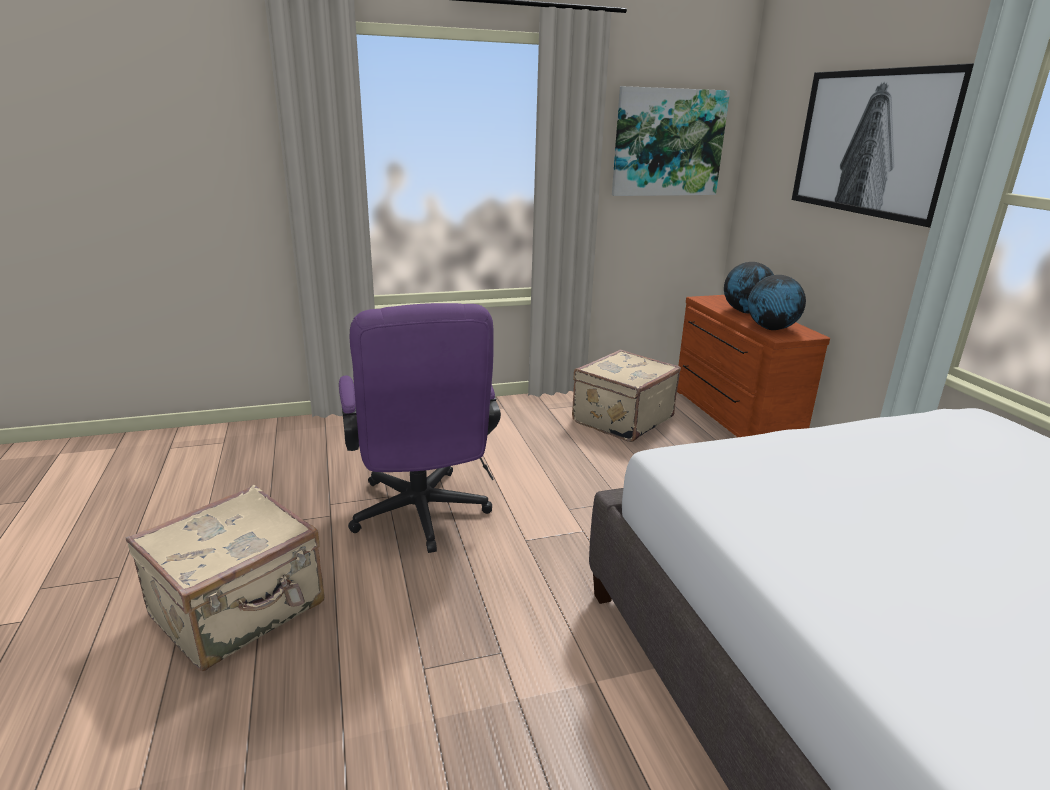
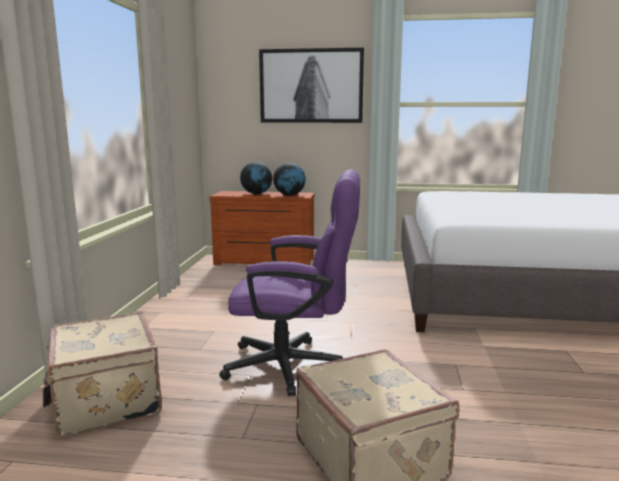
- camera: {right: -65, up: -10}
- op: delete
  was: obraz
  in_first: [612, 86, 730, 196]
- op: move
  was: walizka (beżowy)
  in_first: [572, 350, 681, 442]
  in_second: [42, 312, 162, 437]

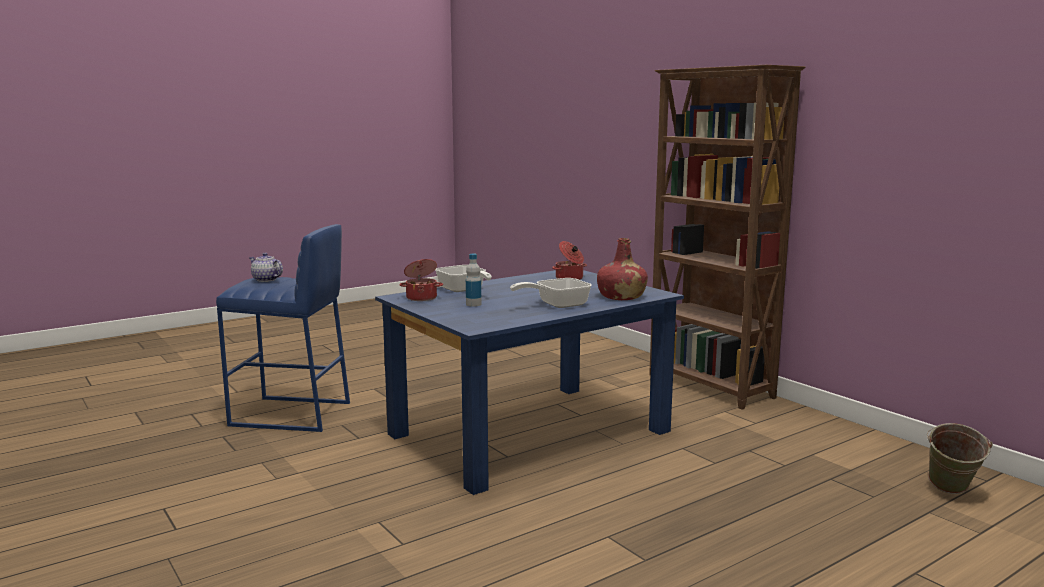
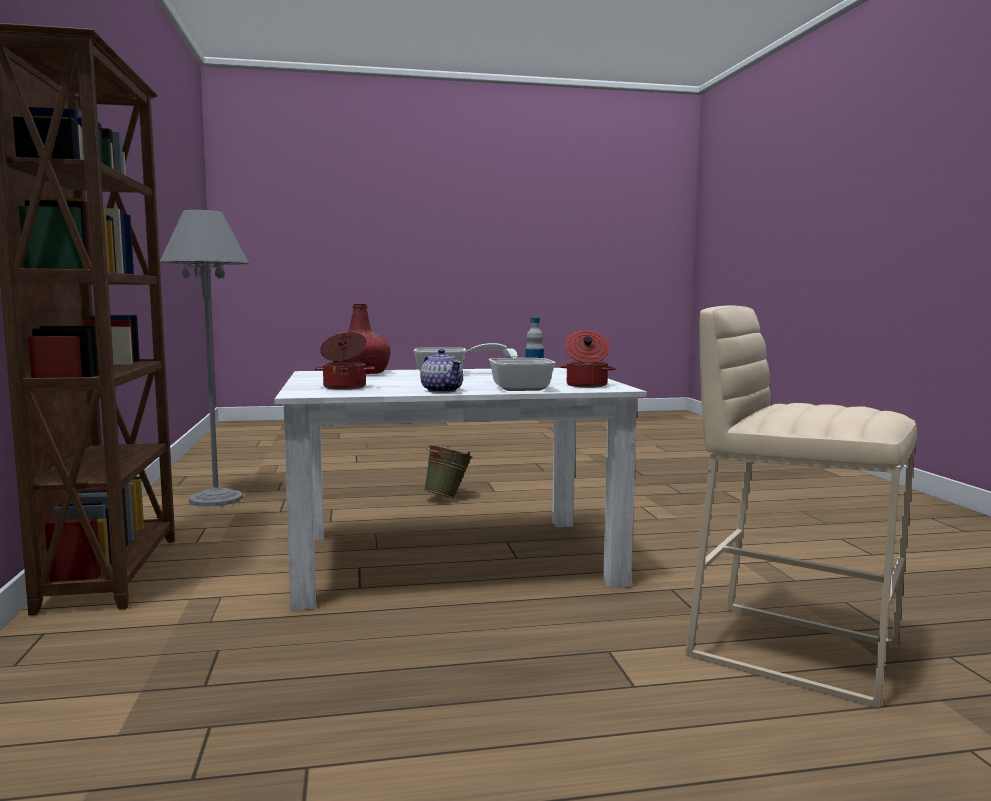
- camera: {right: -155, up: -5}
- op: recolor
  was: stołek (niebieski)
  now: stołek (beżowy)
  in_first: [216, 224, 350, 432]
  in_second: [685, 305, 917, 709]
- op: move
  was: imbryk
  in_first: [249, 253, 283, 282]
  in_second: [420, 349, 463, 393]
- op: recolor
  was: stół jadalny (niebieski)
  now: stół jadalny (biały)
  in_first: [375, 270, 684, 495]
  in_second: [275, 368, 647, 611]
- op: move
  was: wiadro (zielony)
  in_first: [927, 423, 993, 494]
  in_second: [424, 445, 473, 498]
- op: insert
  now: lampa stojąca (szary)
  in_second: [160, 210, 250, 507]

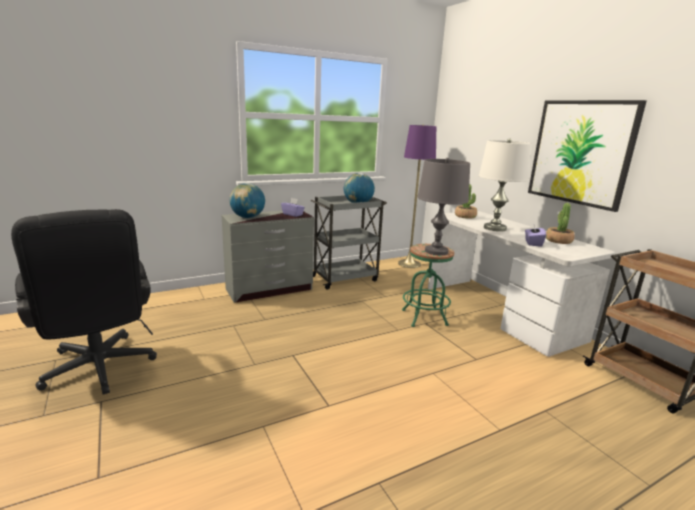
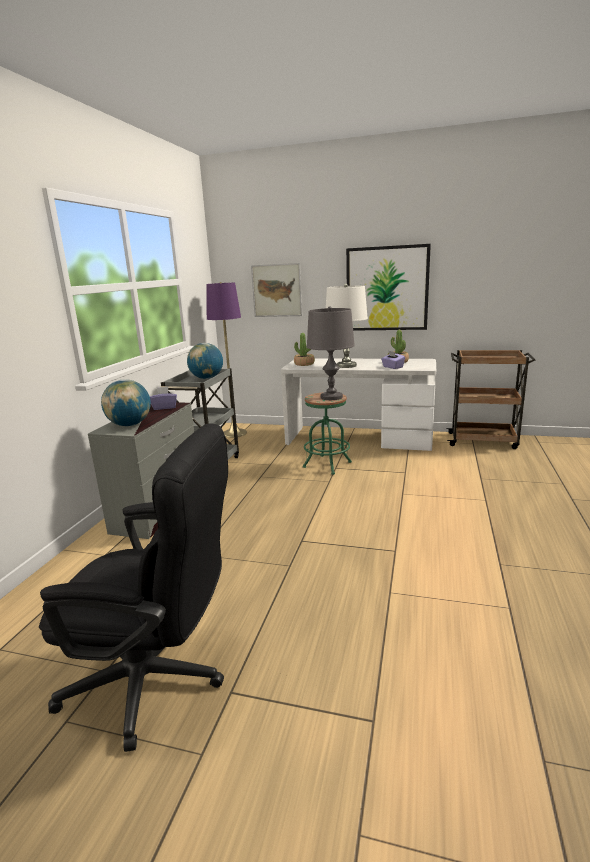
- camera: {right: -45, up: 0}
- op: insert
  now: obraz
  in_second: [251, 263, 302, 317]

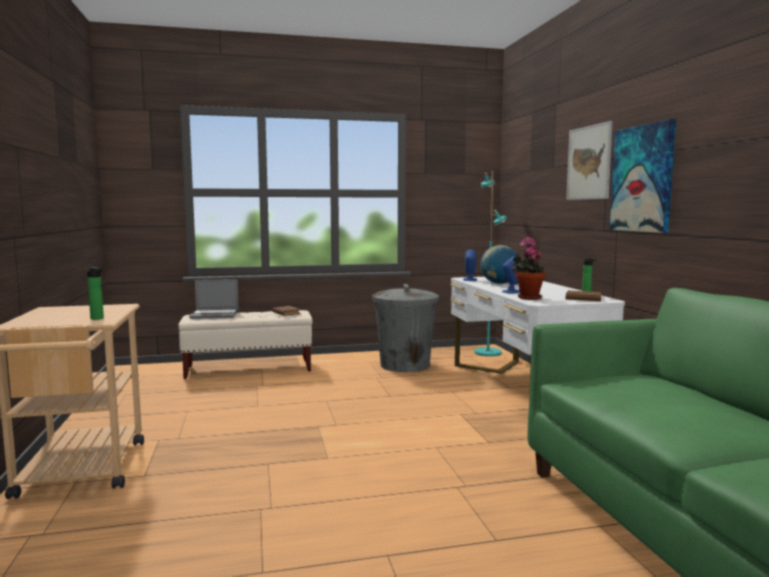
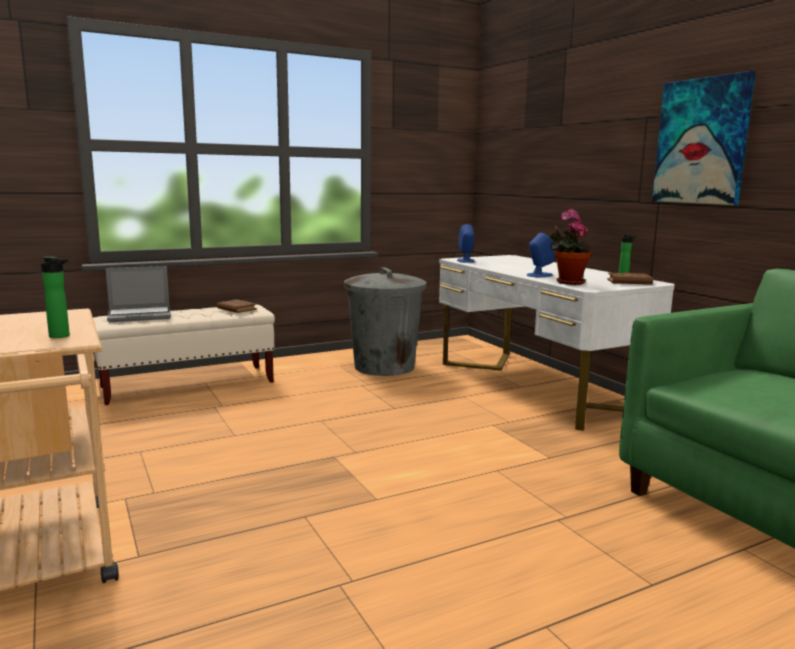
- camera: {right: -15, up: 5}
- op: delete
  was: obraz
  in_first: [566, 121, 613, 200]
- op: delete
  was: lampa stojąca (turkusowy)
  in_first: [474, 171, 508, 356]
- op: delete
  was: globus
  in_first: [480, 245, 518, 284]

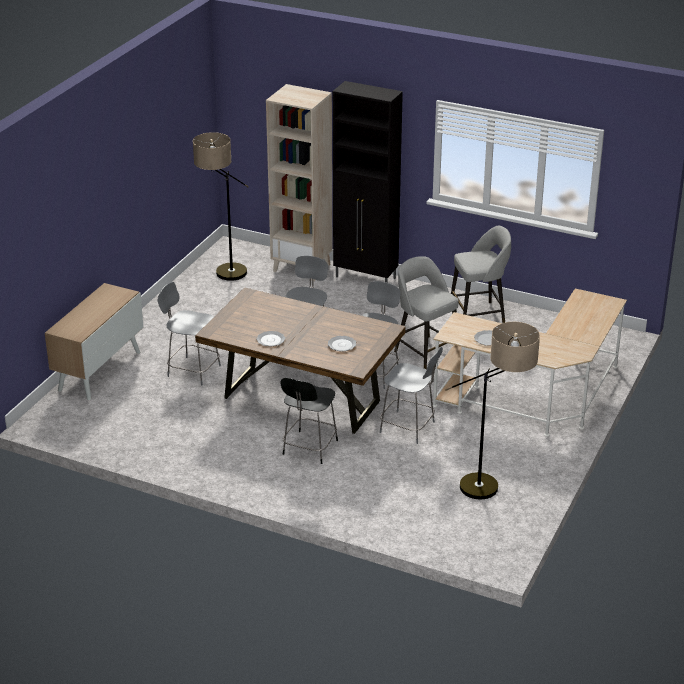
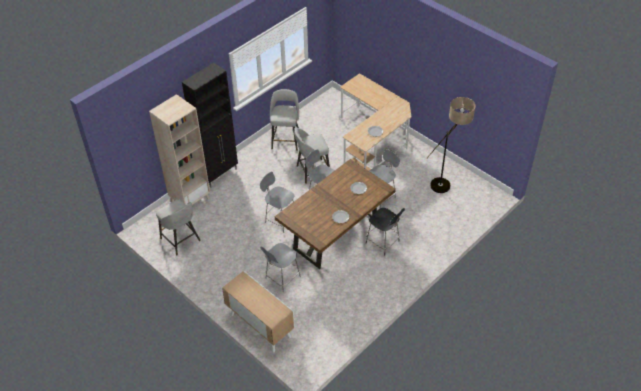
- camera: {right: -70, up: 15}
- op: replace
  was: lampa stojąca
  now: stołek (szary)
  in_first: [193, 132, 249, 281]
  in_second: [156, 199, 200, 255]

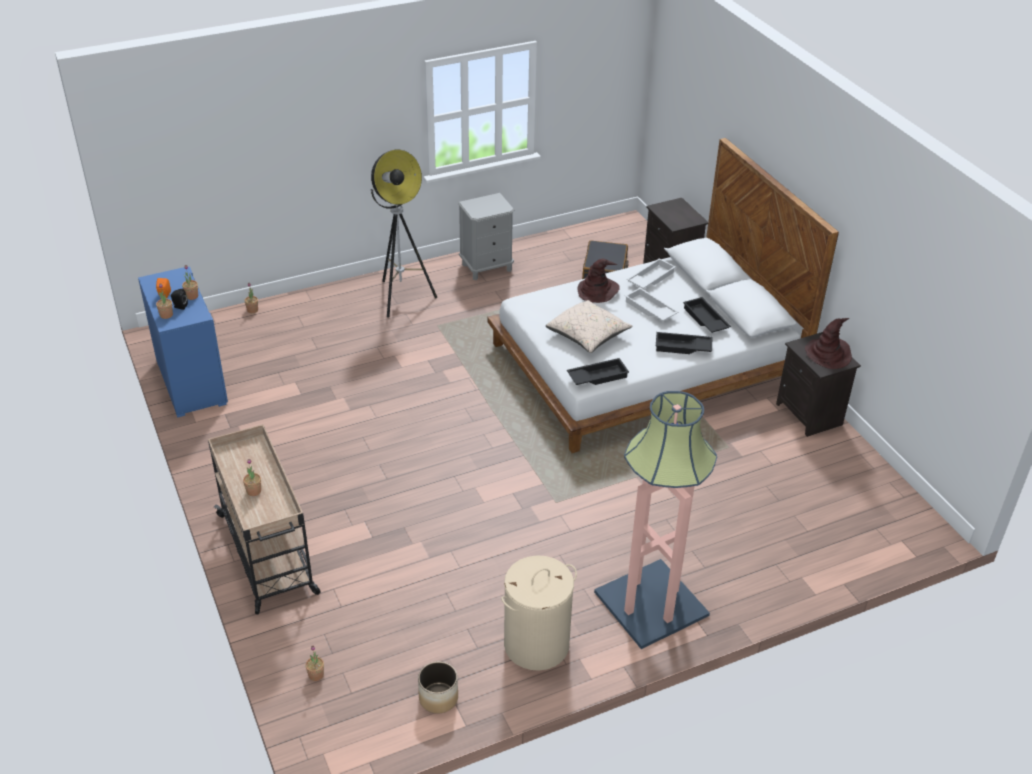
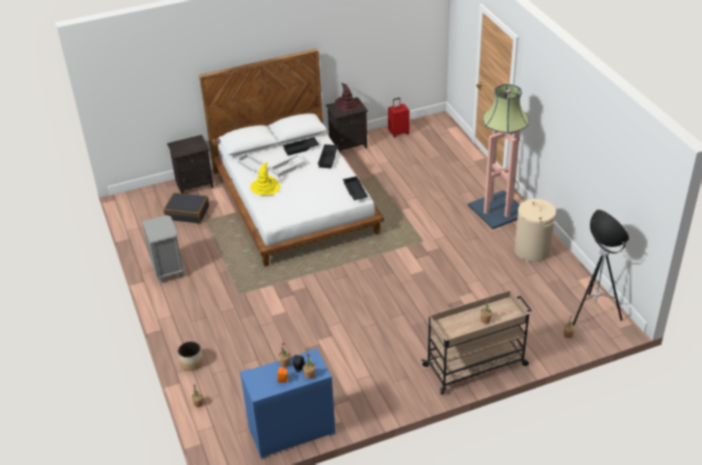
- camera: {right: -85, up: 0}
- op: move
  was: lampa stojąca
  in_first: [371, 150, 437, 317]
  in_second: [572, 209, 629, 326]
- op: recolor
  was: kapelusz (brązowy)
  now: kapelusz (żółty)
  in_first: [577, 259, 620, 303]
  in_second: [250, 162, 280, 195]
- op: delete
  was: poduszka (beżowy)
  in_first: [546, 300, 633, 353]
- op: move
  was: donica
  in_first: [418, 661, 458, 714]
  in_second: [178, 341, 203, 371]
- op: insert
  now: walizka (czerwony)
  in_second: [388, 98, 410, 138]

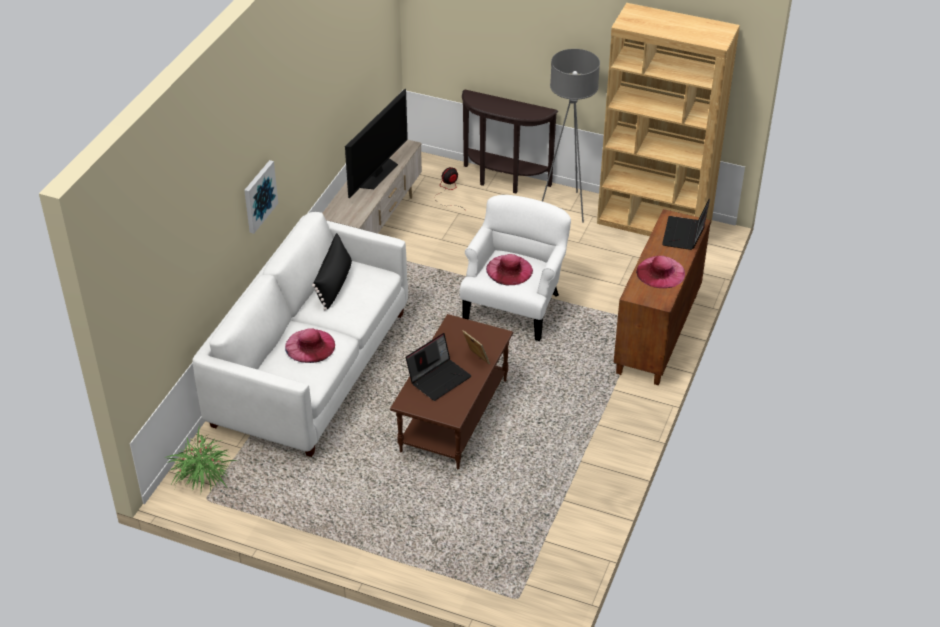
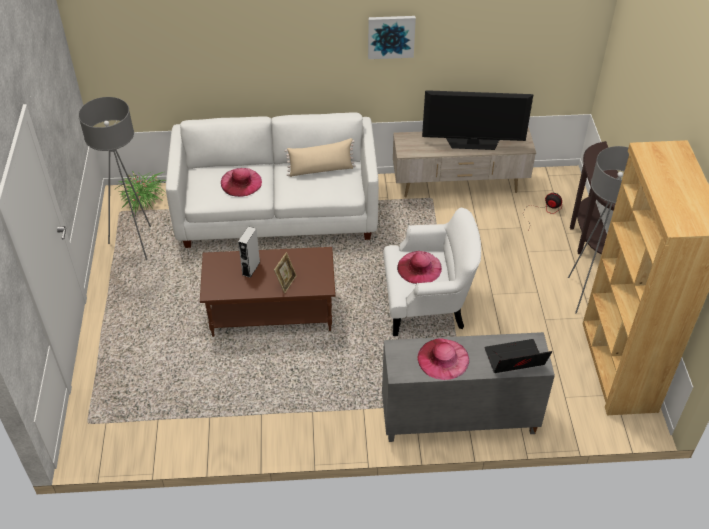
- camera: {right: 65, up: 5}
- op: move
  was: obraz
  in_first: [244, 160, 278, 234]
  in_second: [368, 16, 416, 59]
- op: recolor
  was: szafka (brązowy)
  now: szafka (szary)
  in_first: [614, 209, 711, 385]
  in_second: [382, 332, 555, 442]
- op: recolor
  was: poduszka (czarny)
  now: poduszka (beżowy)
  in_first: [312, 233, 352, 310]
  in_second: [285, 138, 356, 177]
- op: replace
  was: laptop
  now: głośnik (szary)
  in_first: [406, 333, 471, 401]
  in_second: [238, 226, 260, 278]
- op: insert
  now: lampa stojąca (szary)
  in_second: [78, 97, 151, 260]

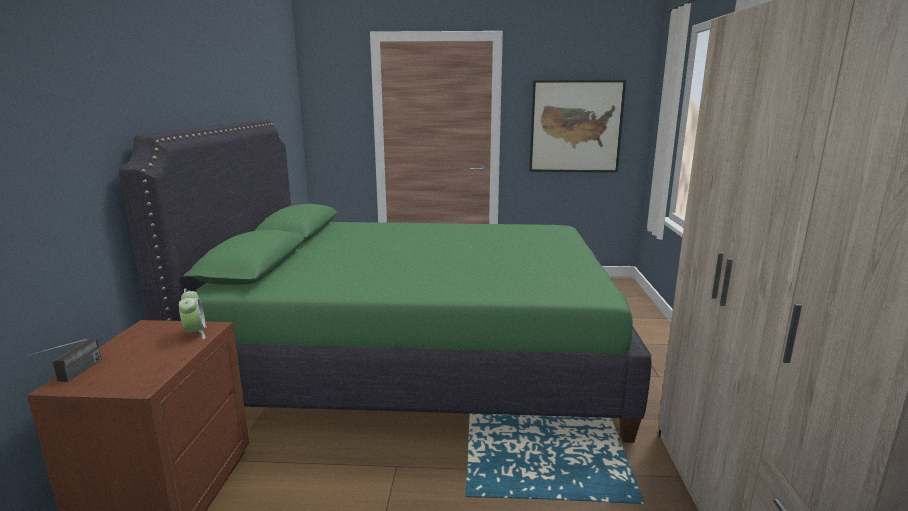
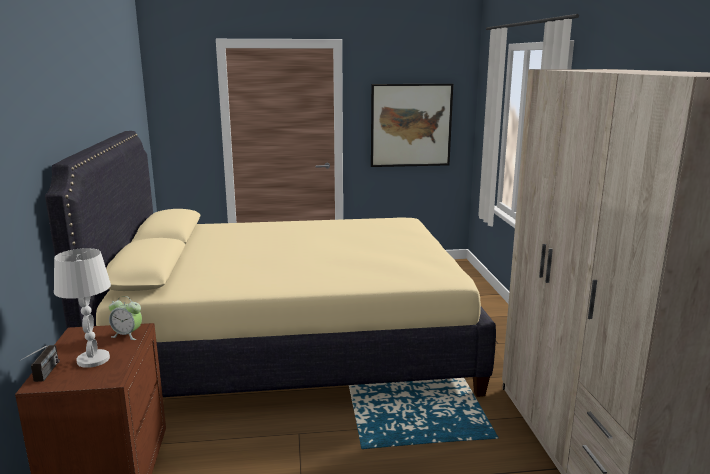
- camera: {right: -10, up: 0}
- op: recolor
  was: łóżko (zielony)
  now: łóżko (beżowy)
  in_first: [119, 120, 651, 443]
  in_second: [45, 131, 496, 397]
- op: rotate
  was: budzik
  in_first: [179, 288, 207, 339]
  in_second: [109, 296, 142, 340]
  clockwise: 135
- op: insert
  now: lampa stołowa (biały)
  in_second: [54, 248, 111, 368]

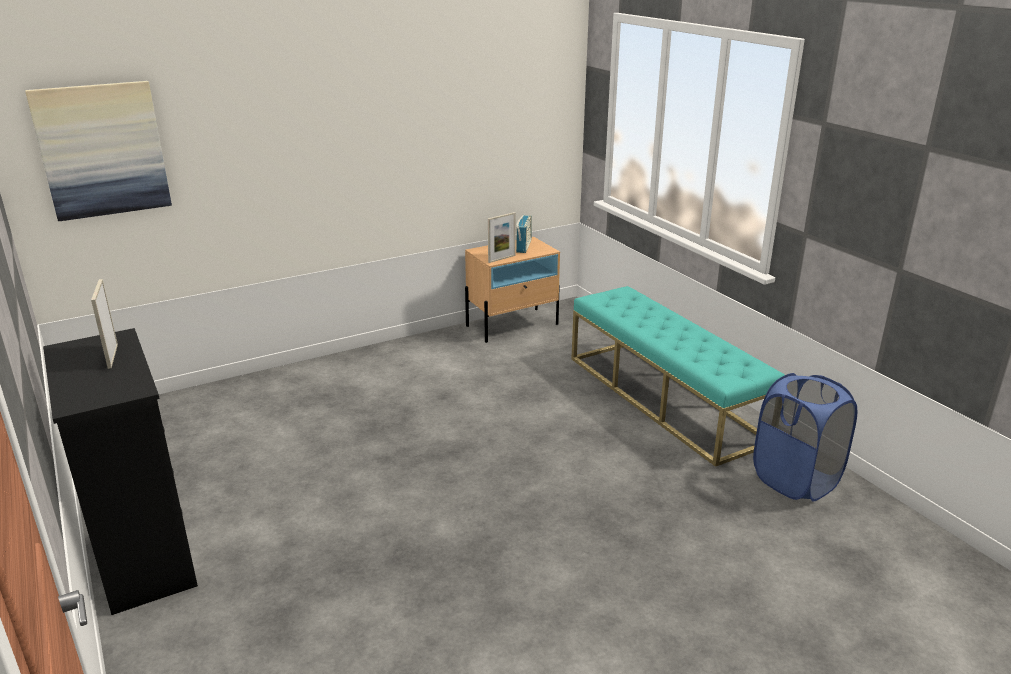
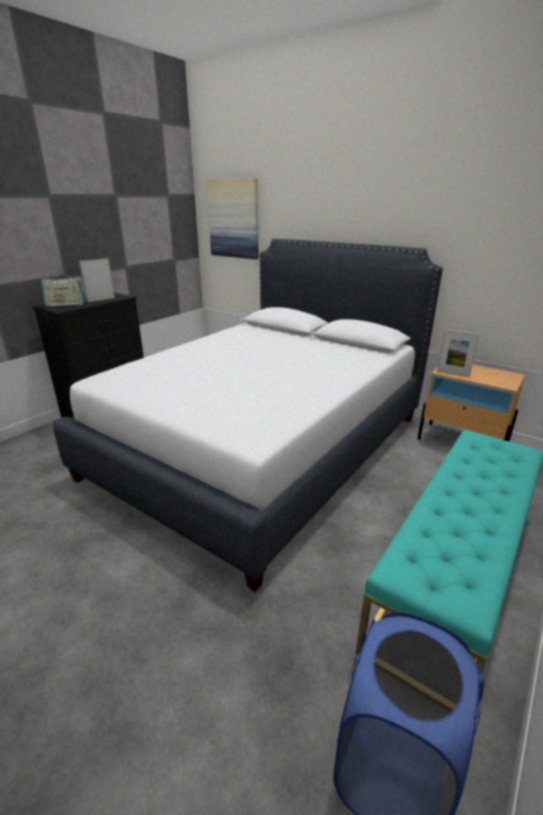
- camera: {right: 65, up: 0}
- op: move
  was: radio
  in_first: [516, 215, 532, 253]
  in_second: [41, 273, 86, 307]
- op: insert
  now: łóżko (biały)
  in_second: [53, 239, 443, 592]

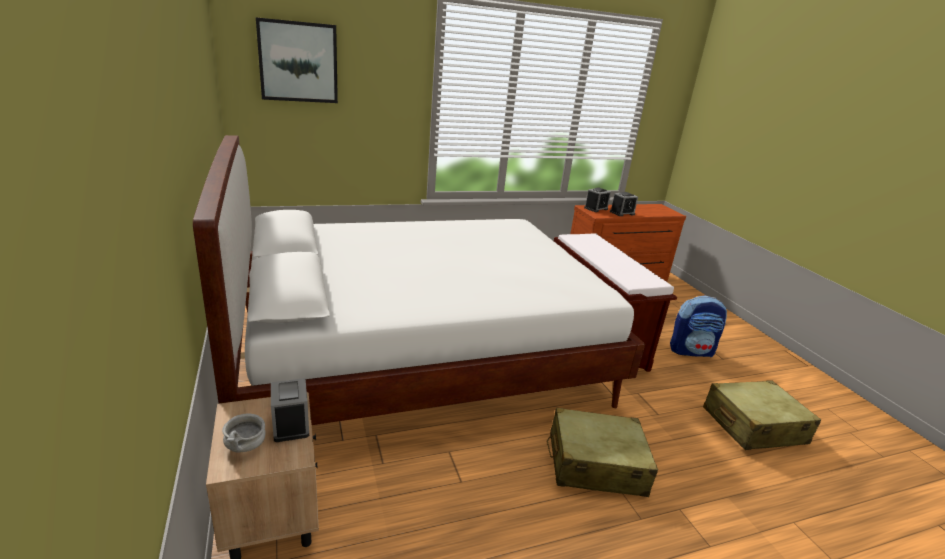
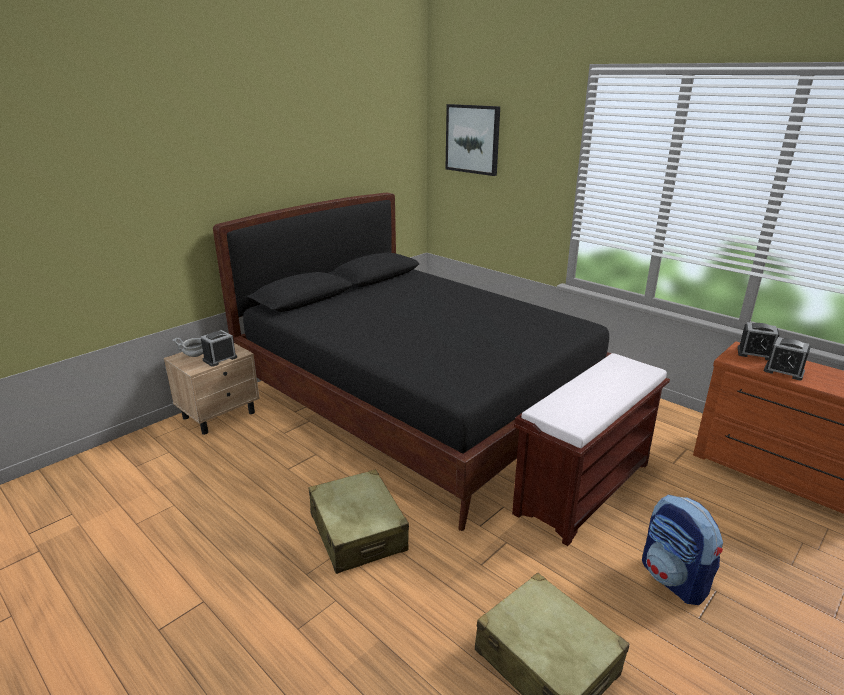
- camera: {right: 65, up: 0}
- op: recolor
  was: łóżko (biały)
  now: łóżko (czarny)
  in_first: [193, 135, 645, 425]
  in_second: [213, 193, 611, 531]

